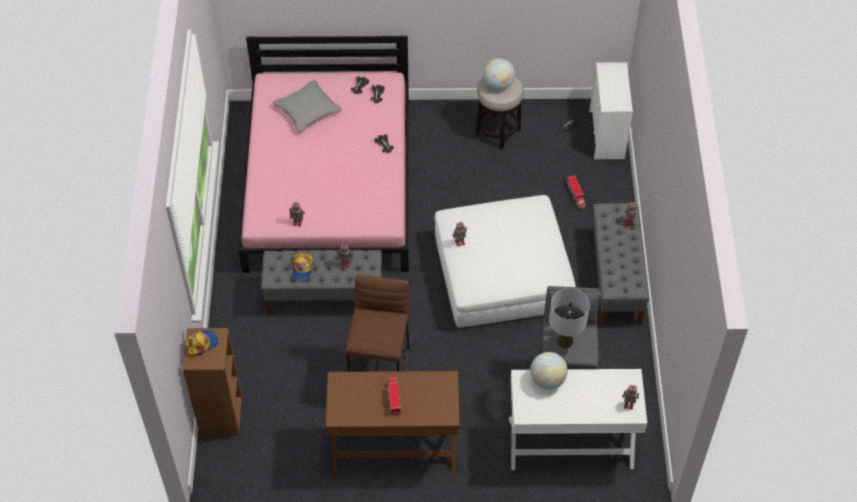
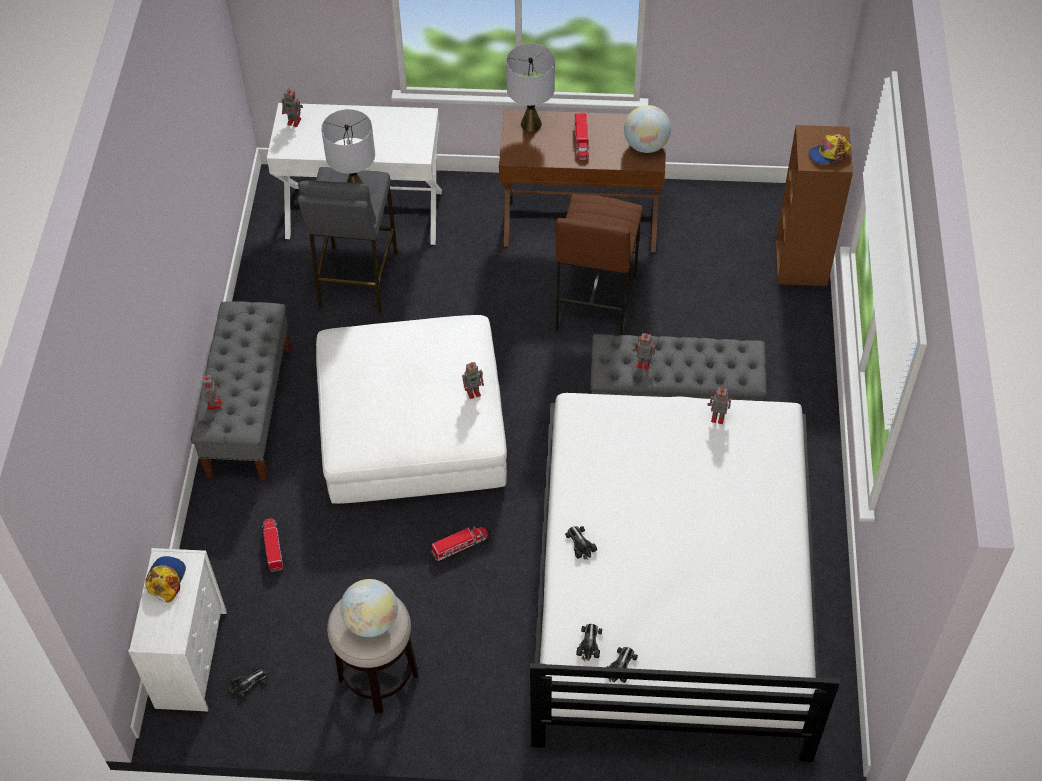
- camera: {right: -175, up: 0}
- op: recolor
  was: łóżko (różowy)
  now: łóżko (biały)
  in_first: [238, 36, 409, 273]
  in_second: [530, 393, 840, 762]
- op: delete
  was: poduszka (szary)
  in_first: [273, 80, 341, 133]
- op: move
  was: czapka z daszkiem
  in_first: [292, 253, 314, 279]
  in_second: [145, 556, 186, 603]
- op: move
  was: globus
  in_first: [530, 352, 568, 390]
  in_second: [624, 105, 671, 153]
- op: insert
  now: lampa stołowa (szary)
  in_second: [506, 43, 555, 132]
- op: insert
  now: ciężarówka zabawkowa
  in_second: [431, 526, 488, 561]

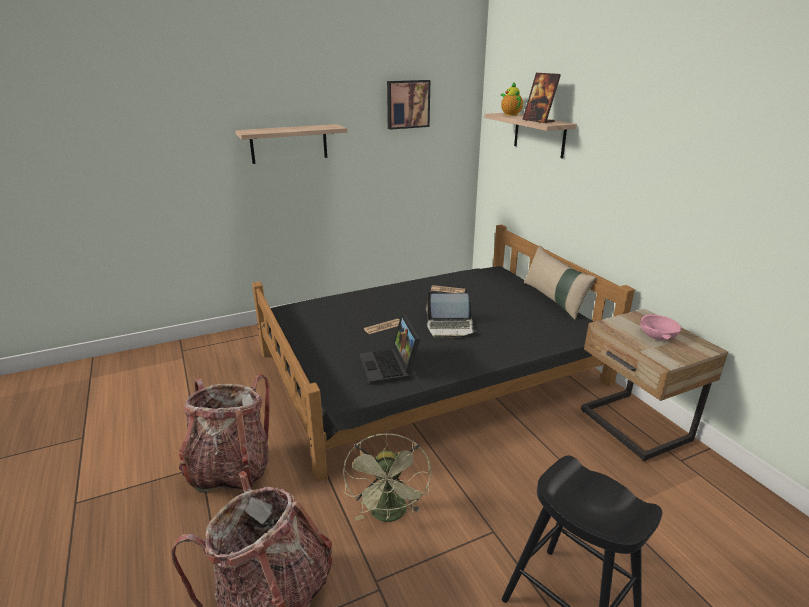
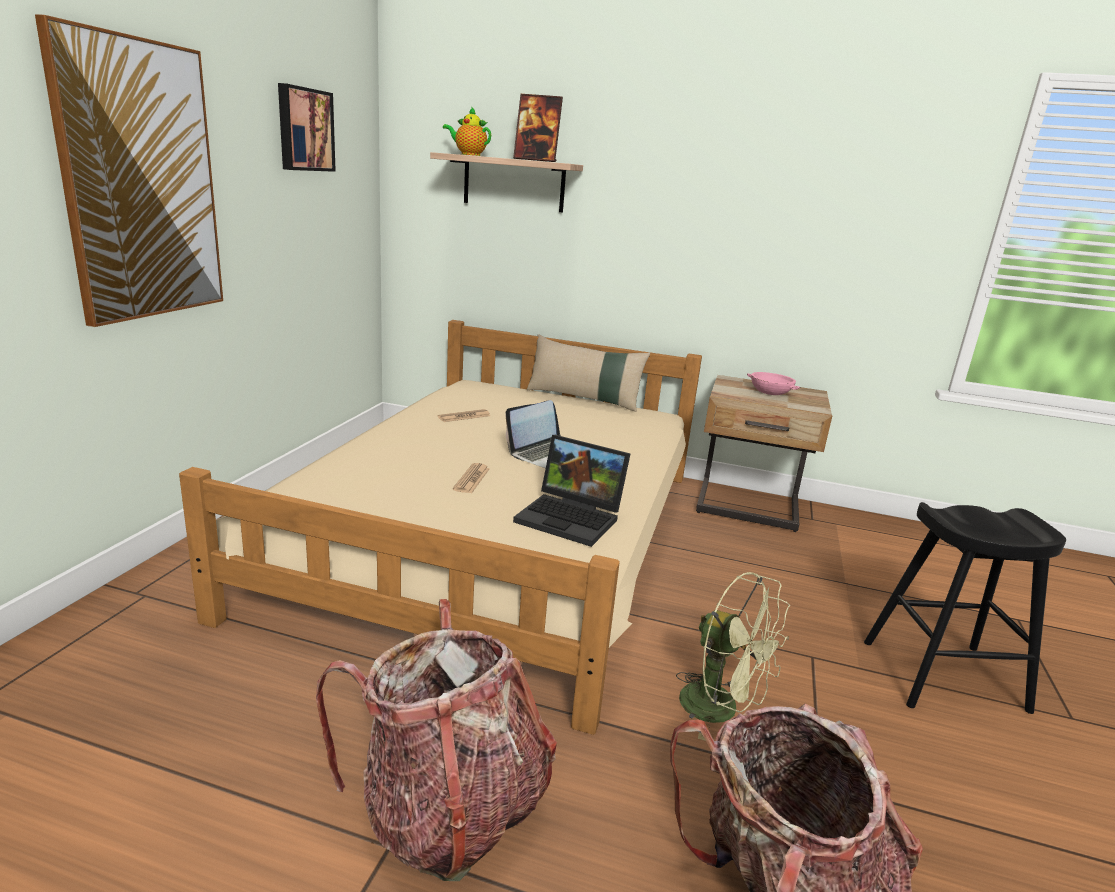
- camera: {right: -50, up: -5}
- op: replace
  was: półka
  now: obraz
  in_first: [235, 124, 347, 164]
  in_second: [35, 14, 223, 327]
- op: recolor
  was: łóżko (czarny)
  now: łóżko (beżowy)
  in_first: [252, 224, 635, 482]
  in_second: [179, 320, 702, 735]

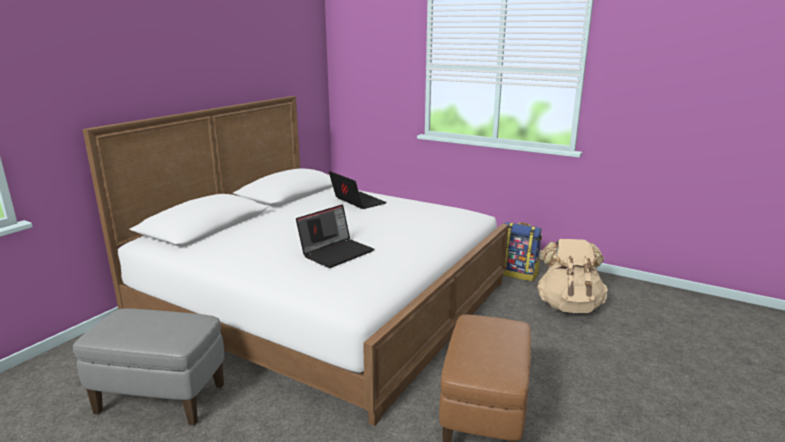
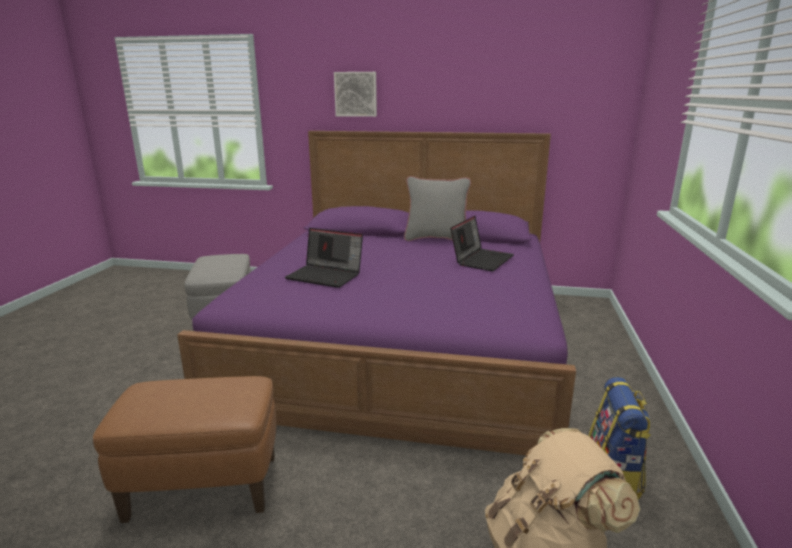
- camera: {right: 70, up: 0}
- op: recolor
  was: łóżko (biały)
  now: łóżko (fioletowy)
  in_first: [82, 96, 508, 426]
  in_second: [177, 131, 576, 455]
- op: insert
  now: obraz
  in_second: [334, 72, 377, 117]
- op: insert
  now: poduszka (szary)
  in_second: [404, 176, 471, 241]

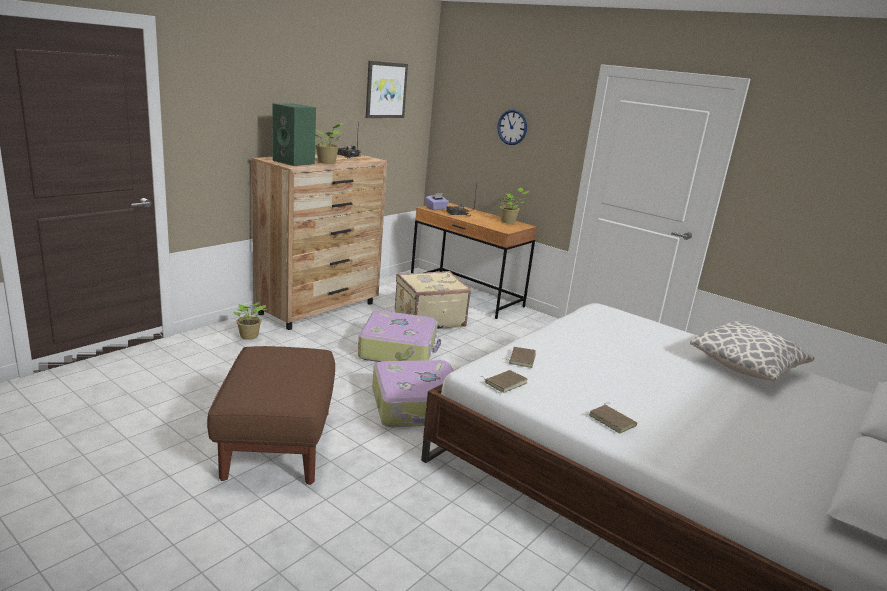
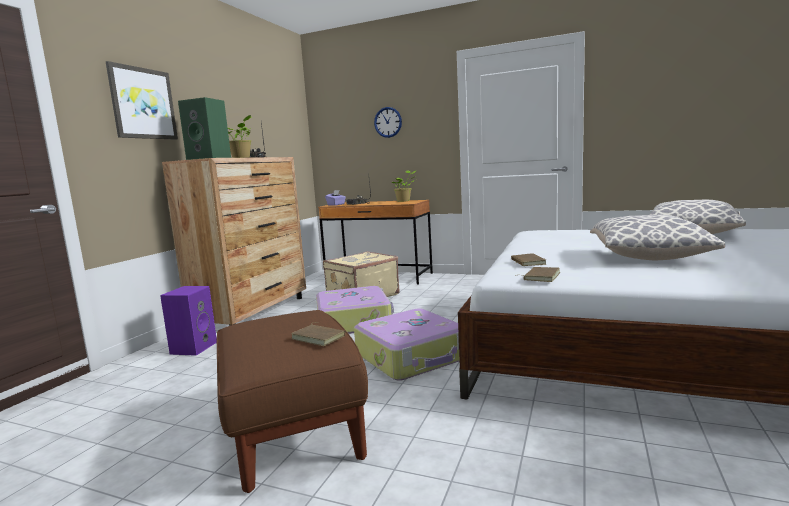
- camera: {right: -15, up: -10}
- op: move
  was: obraz
  in_first: [366, 61, 408, 118]
  in_second: [106, 61, 178, 140]
- op: replace
  was: roślina doniczkowa
  now: głośnik (fioletowy)
  in_first: [233, 302, 267, 340]
  in_second: [160, 286, 217, 356]
- op: move
  was: książka (brązowy)
  in_first: [589, 404, 637, 434]
  in_second: [291, 322, 345, 346]
- op: insert
  now: poduszka
  in_second: [590, 215, 725, 260]

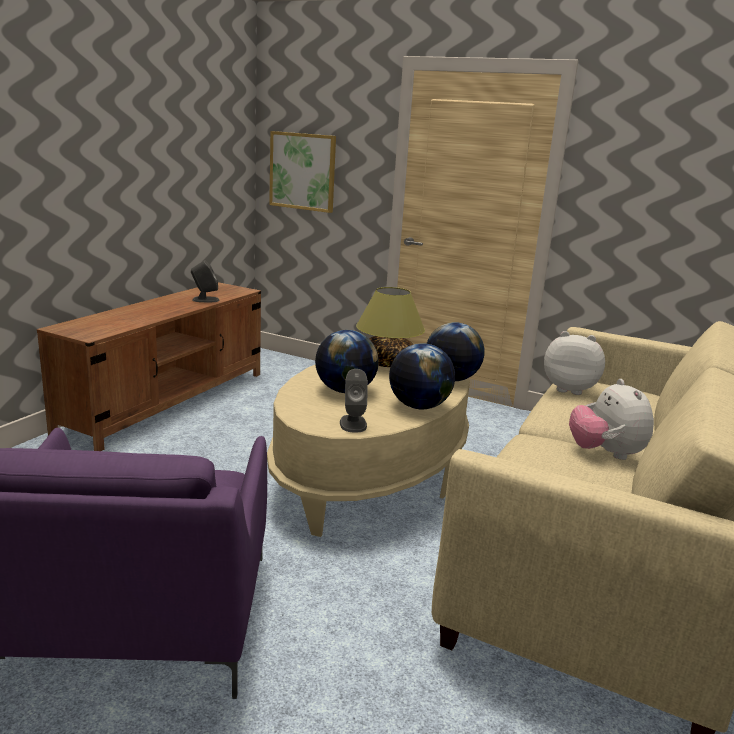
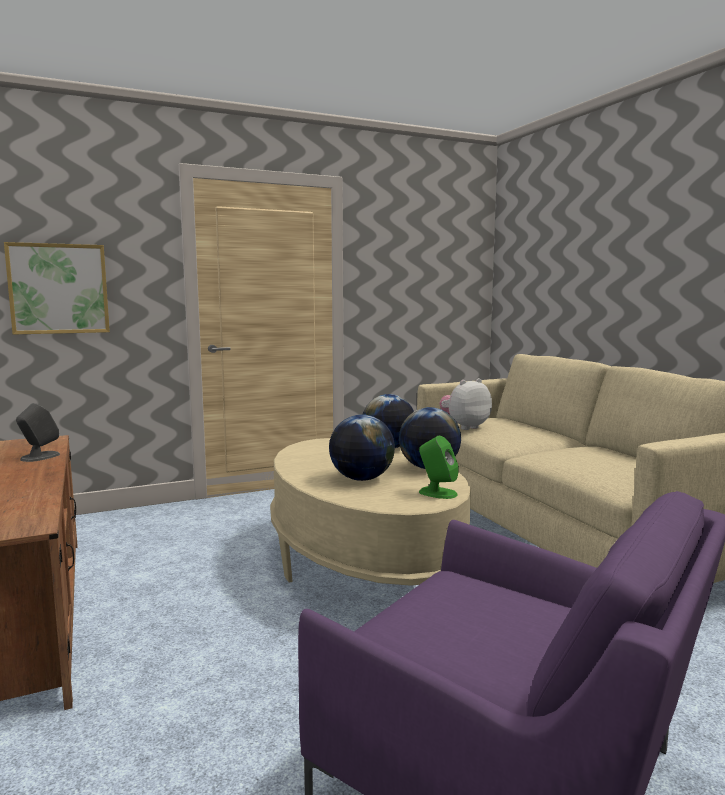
- camera: {right: -50, up: -10}
- op: delete
  was: lampa stołowa
  in_first: [356, 287, 425, 367]
- op: recolor
  was: głośnik (szary)
  now: głośnik (zielony)
  in_first: [340, 369, 368, 432]
  in_second: [419, 436, 459, 499]
- op: delete
  was: pluszak
  in_first: [569, 379, 654, 460]

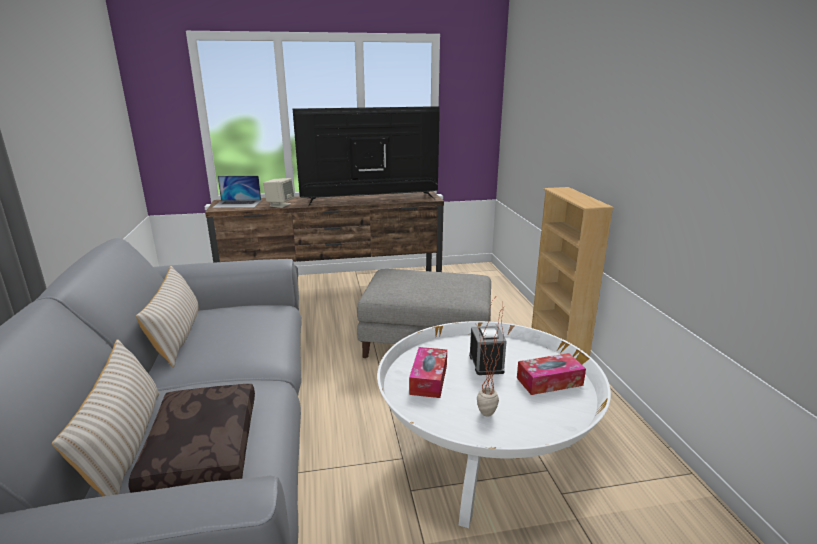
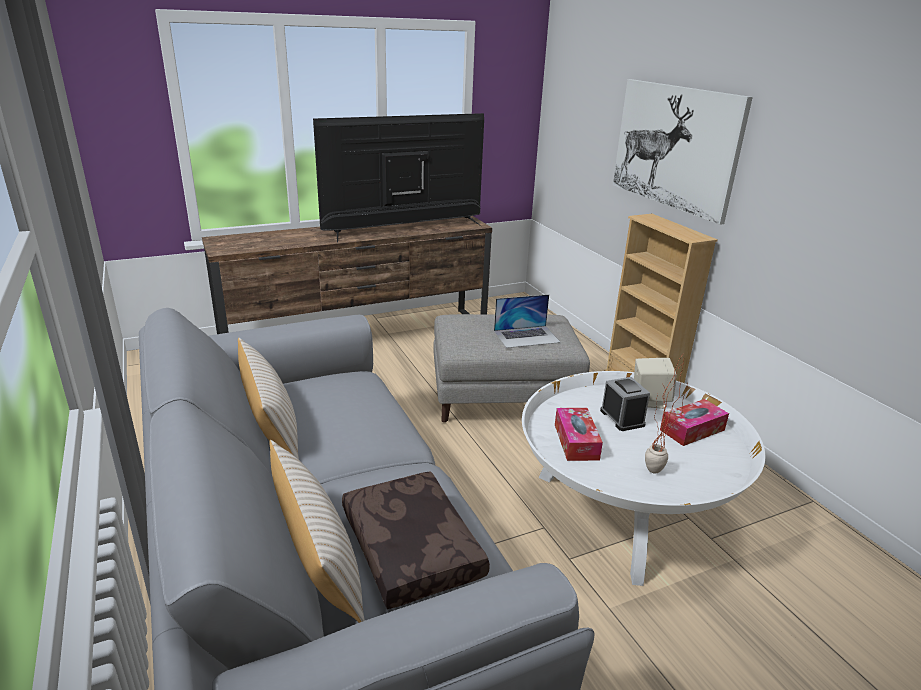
- camera: {right: -15, up: 5}
- op: move
  was: laptop
  in_first: [212, 176, 261, 208]
  in_second: [494, 294, 561, 348]
- op: move
  was: głośnik (beżowy)
  in_first: [263, 178, 294, 208]
  in_second: [634, 358, 677, 409]
- op: insert
  now: obraz
  in_second: [613, 79, 753, 225]

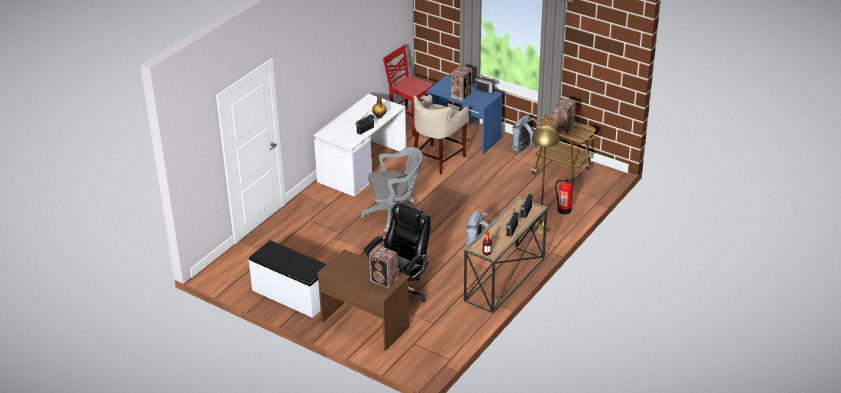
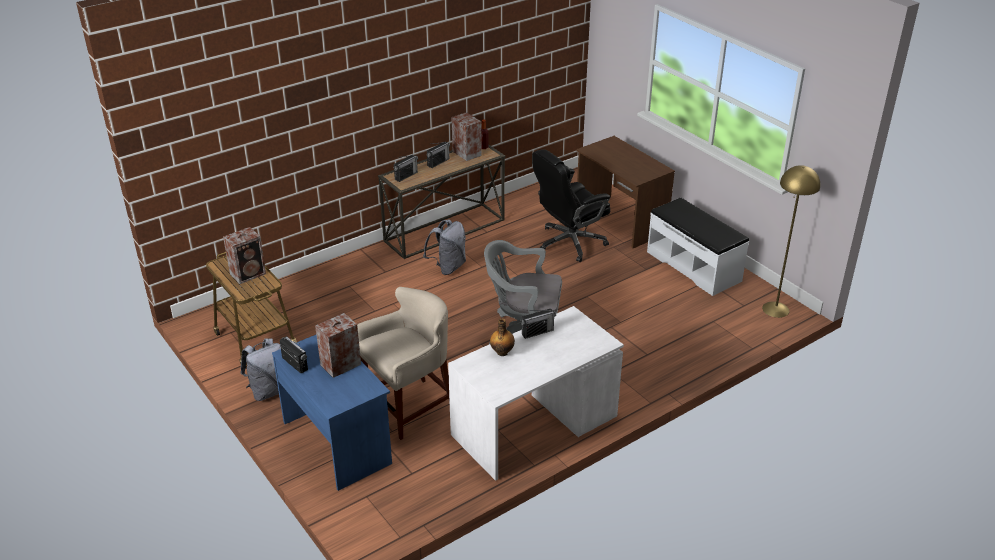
- camera: {right: -160, up: 0}
- op: delete
  was: krzesło (czerwony)
  in_first: [383, 45, 433, 137]
- op: move
  was: lampa stojąca (żółty)
  in_first: [531, 126, 559, 234]
  in_second: [762, 165, 821, 318]
- op: delete
  was: gaśnica
  in_first: [555, 179, 574, 214]
- op: move
  was: głośnik
  in_first: [369, 245, 398, 289]
  in_second: [452, 112, 482, 161]

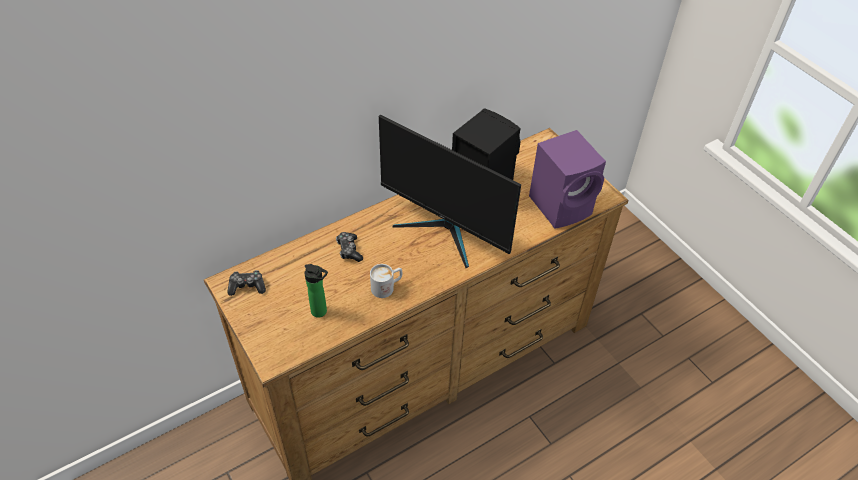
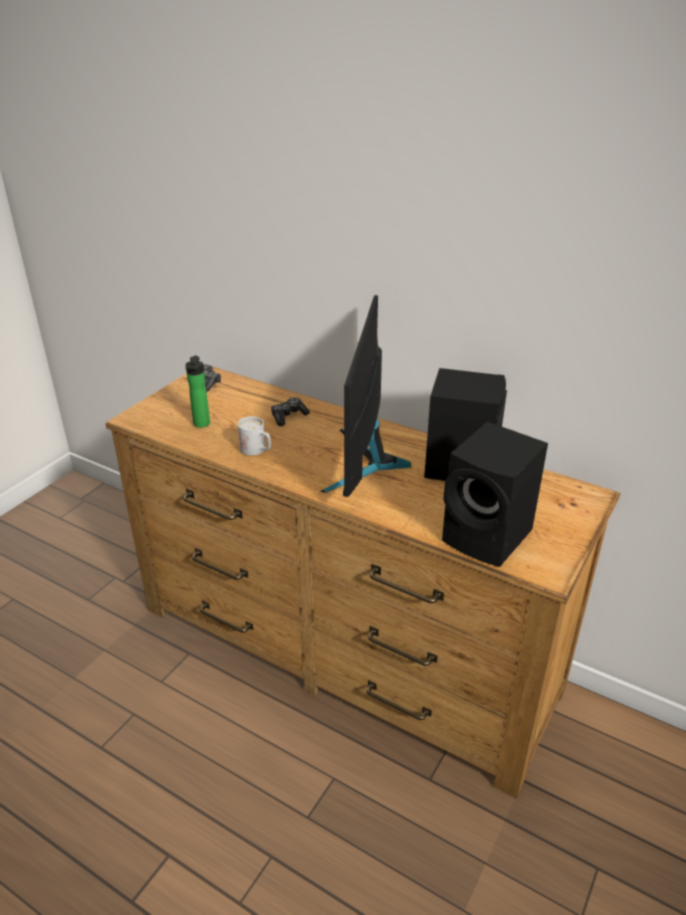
- camera: {right: 65, up: -15}
- op: recolor
  was: głośnik (fioletowy)
  now: głośnik (czarny)
  in_first: [529, 130, 606, 229]
  in_second: [442, 421, 548, 567]

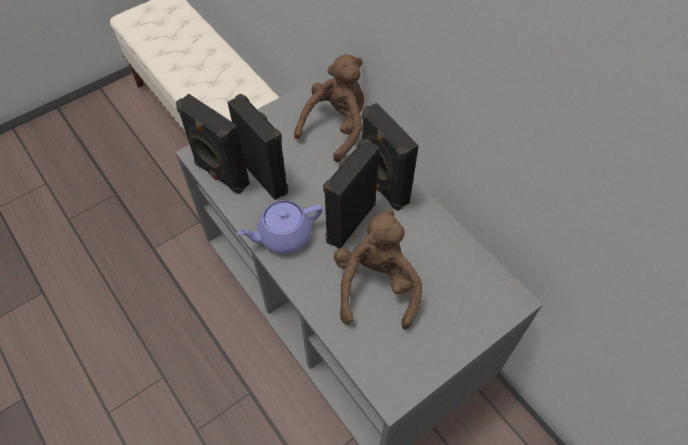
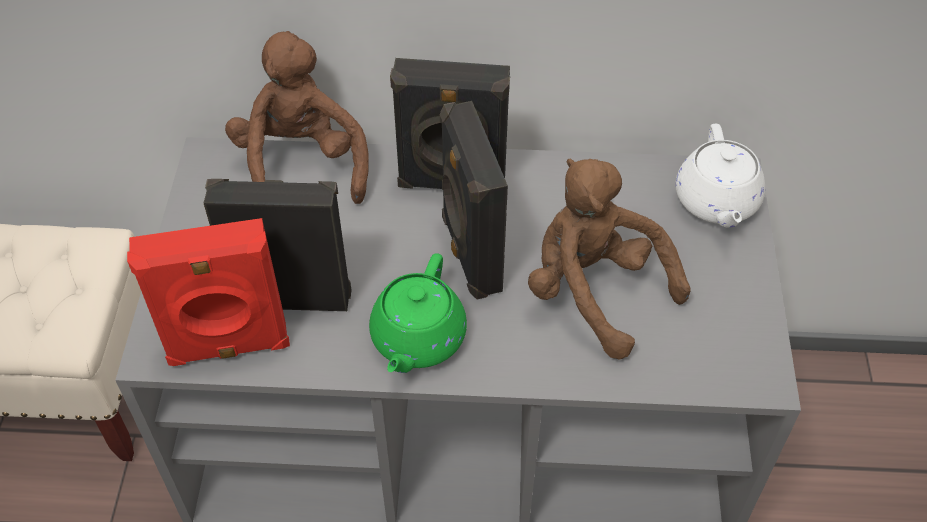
- camera: {right: -50, up: -5}
- op: recolor
  was: głośnik (czarny)
  now: głośnik (czerwony)
  in_first: [176, 94, 250, 194]
  in_second: [127, 218, 290, 366]
- op: recolor
  was: imbryk (fioletowy)
  now: imbryk (zielony)
  in_first: [237, 200, 323, 254]
  in_second: [369, 253, 467, 373]
- op: insert
  now: imbryk (biały)
  in_second: [675, 124, 765, 228]

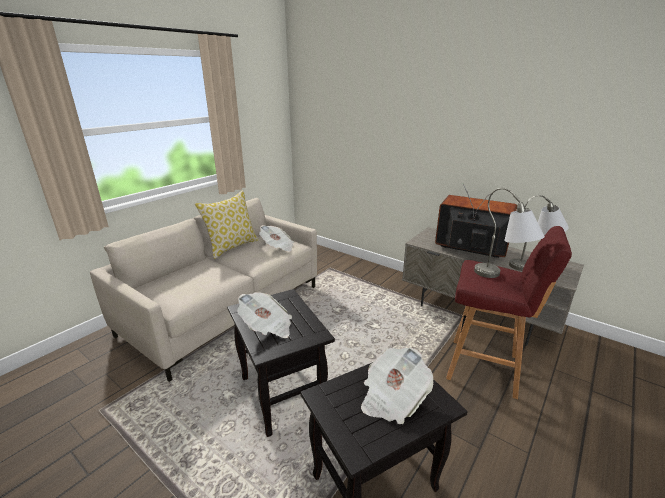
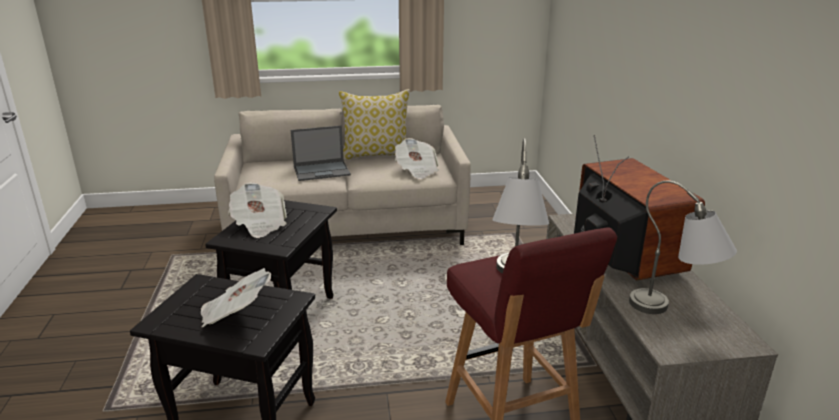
- camera: {right: 45, up: 0}
- op: insert
  now: laptop
  in_second: [291, 125, 351, 181]

